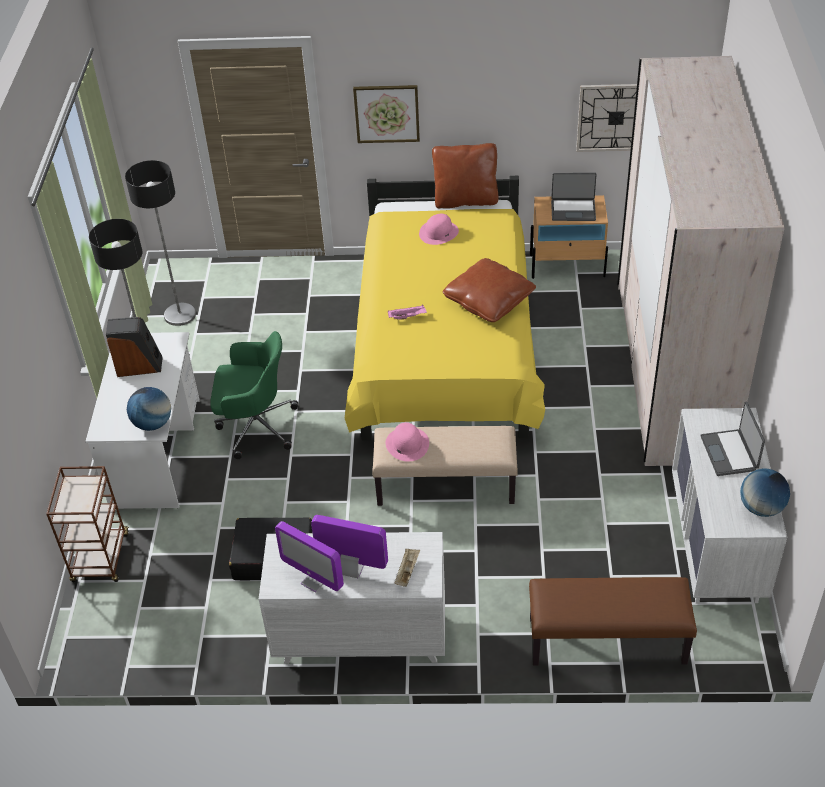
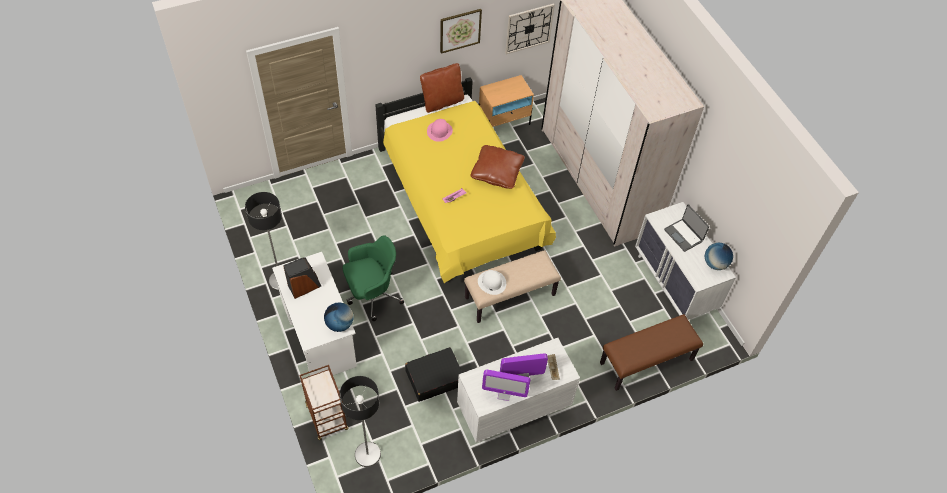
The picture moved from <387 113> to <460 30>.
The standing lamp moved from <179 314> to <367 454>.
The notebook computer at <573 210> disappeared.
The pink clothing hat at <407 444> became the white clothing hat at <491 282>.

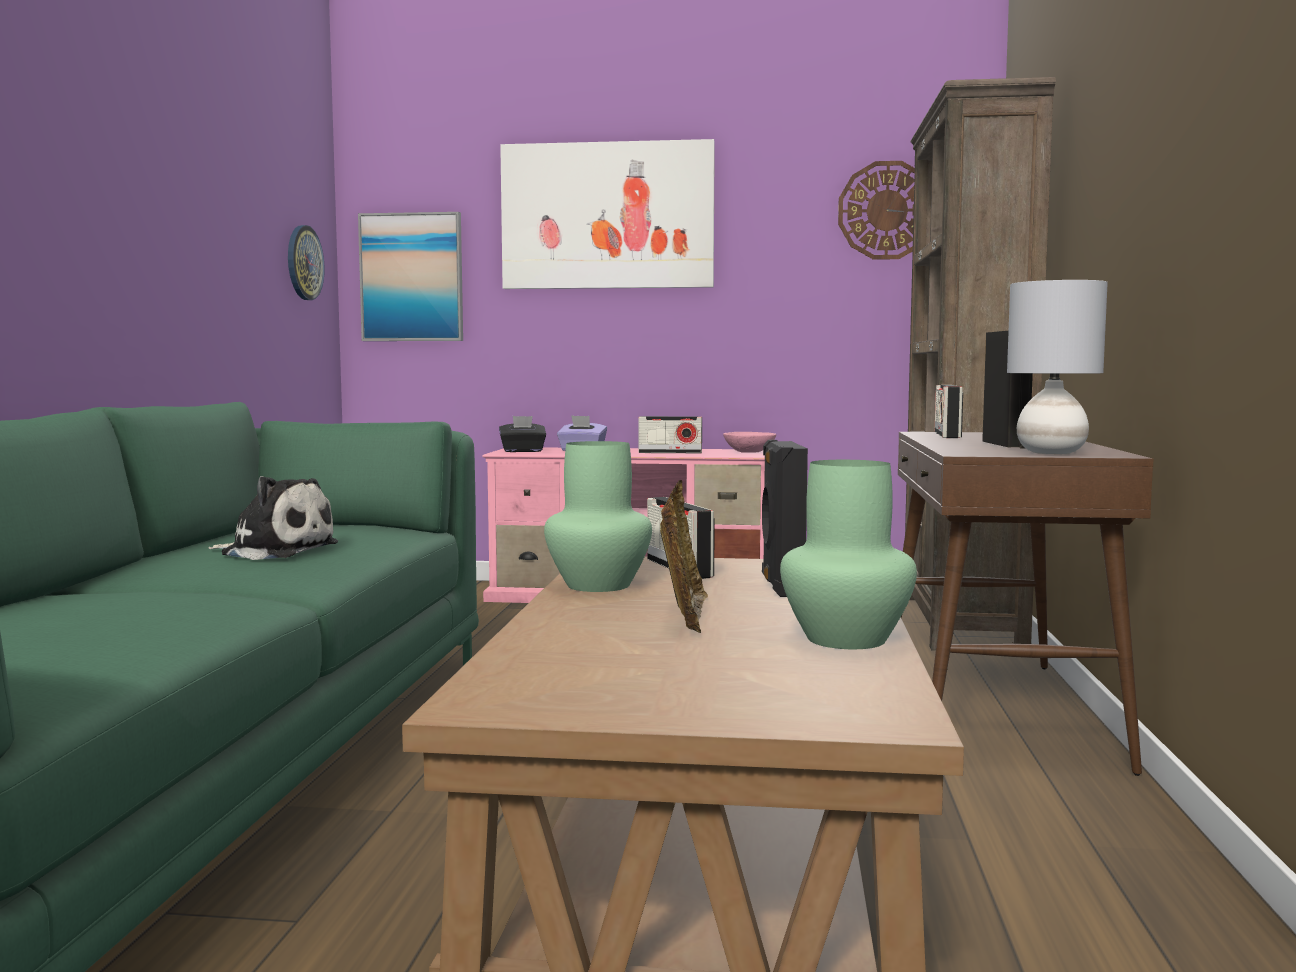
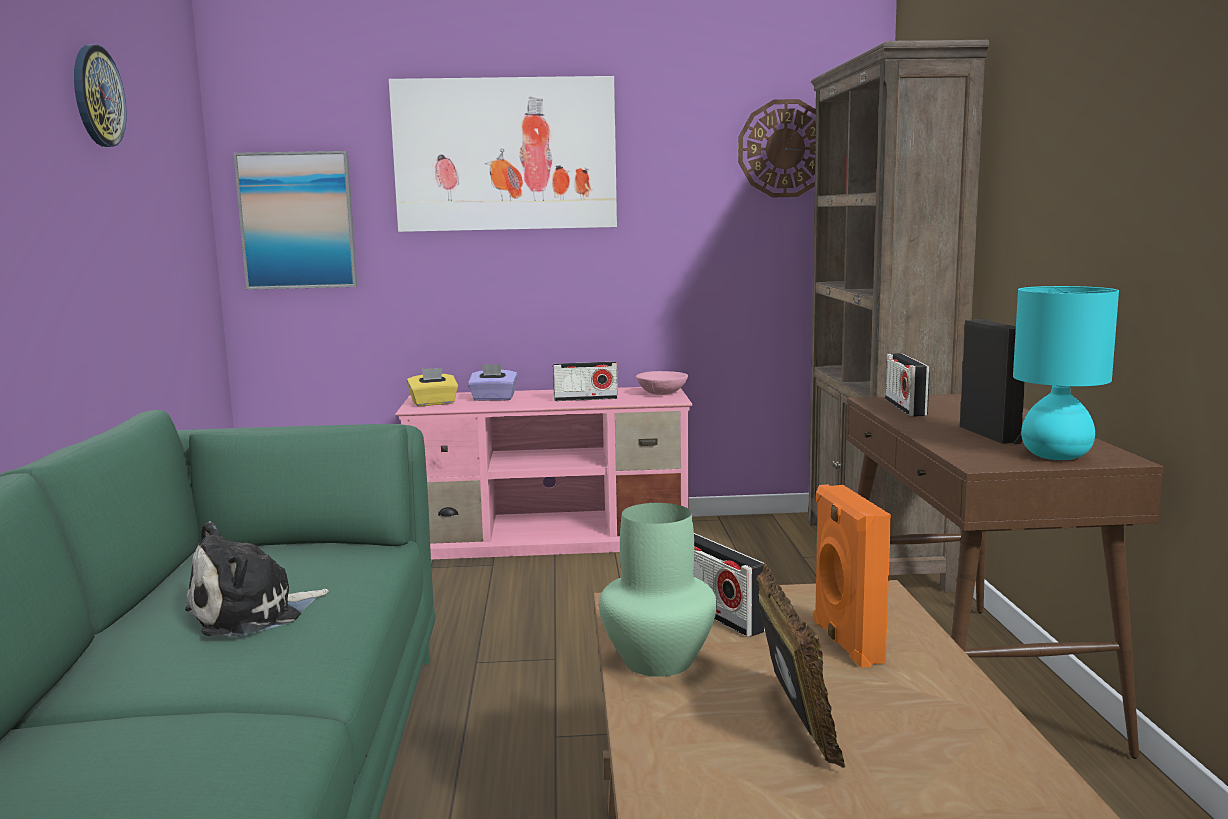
The wall clock moved from <304 263> to <97 96>.
The grey table lamp at <1050 452> became the blue-green table lamp at <1055 455>.
The blackish tissue box at <522 451> became the yellowish tissue box at <433 403>.
The blackish audio speaker at <780 585> became the orangey audio speaker at <845 643>.
The green-coloured vase at <844 639> disappeared.
The cuddly toy at <275 551> turned 135 degrees clockwise.

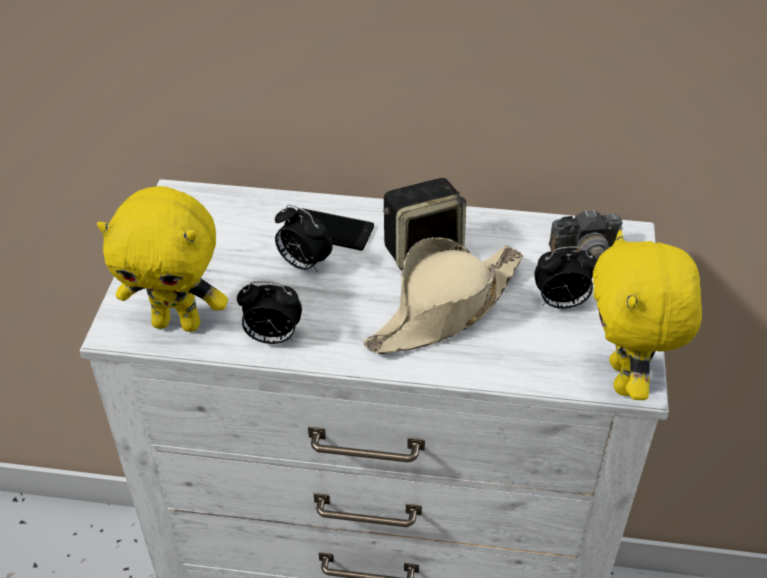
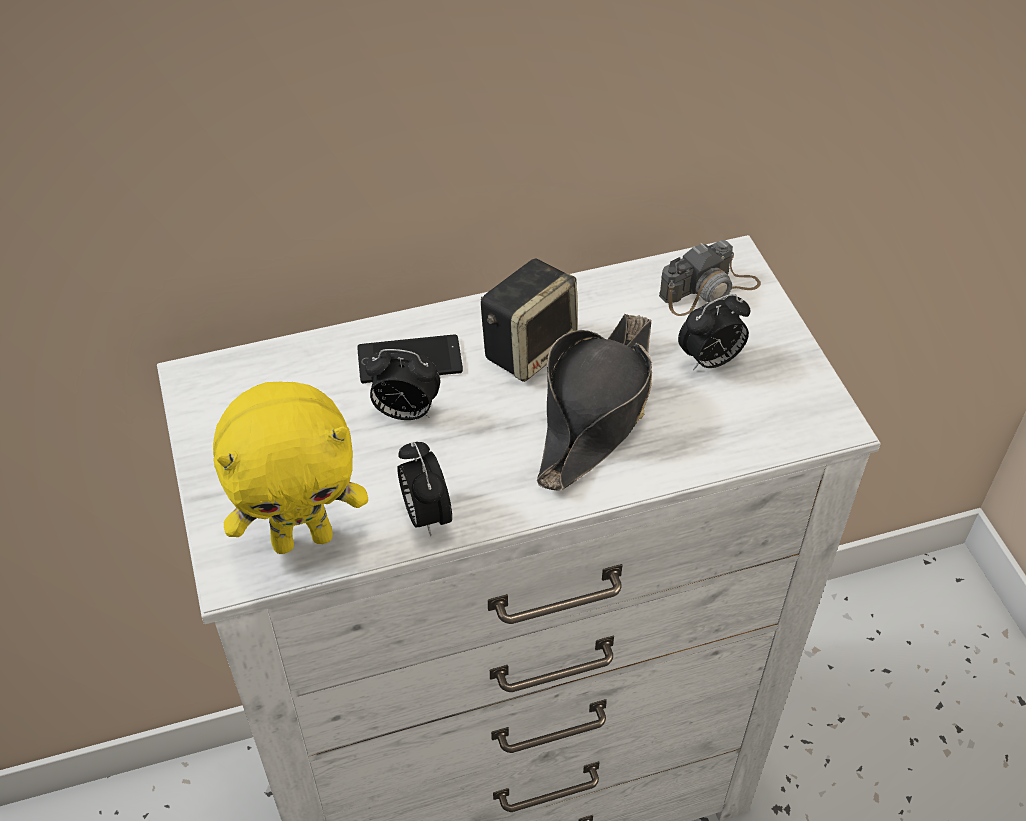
The yellowish cuddly toy at <626 379> disappeared.
The beige-coloured clothing hat at <445 309> became the blackish clothing hat at <595 411>.
The alarm clock at <272 338> turned 90 degrees clockwise.

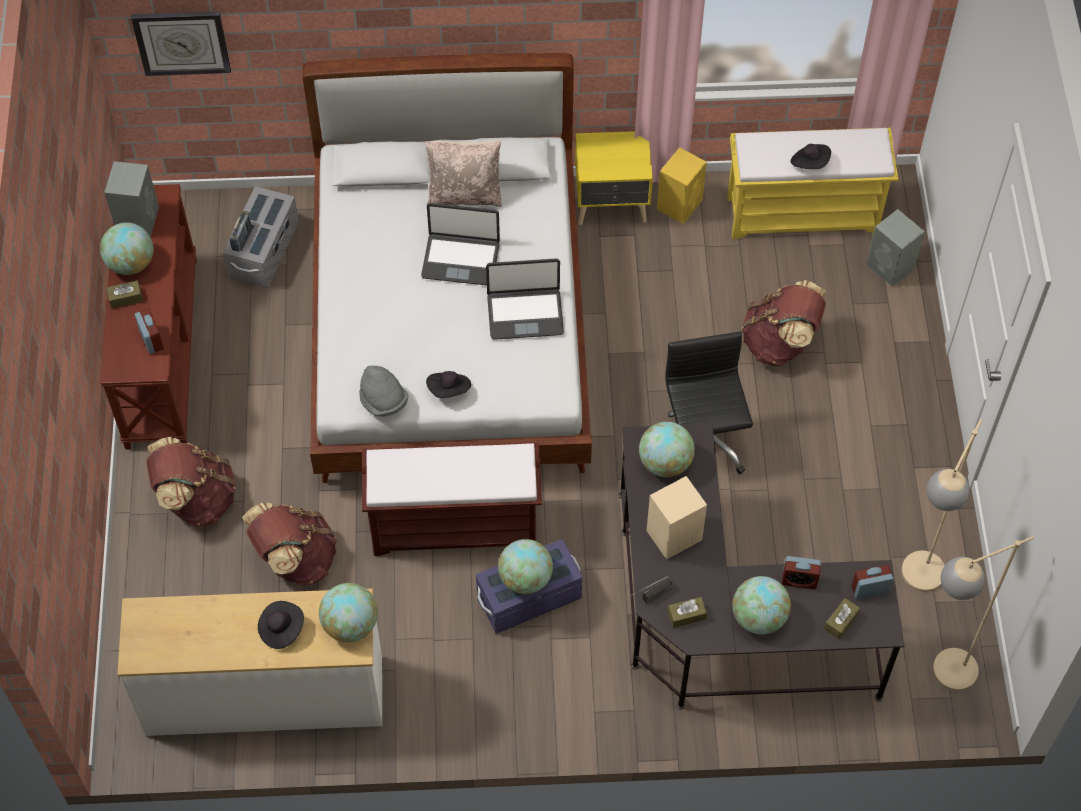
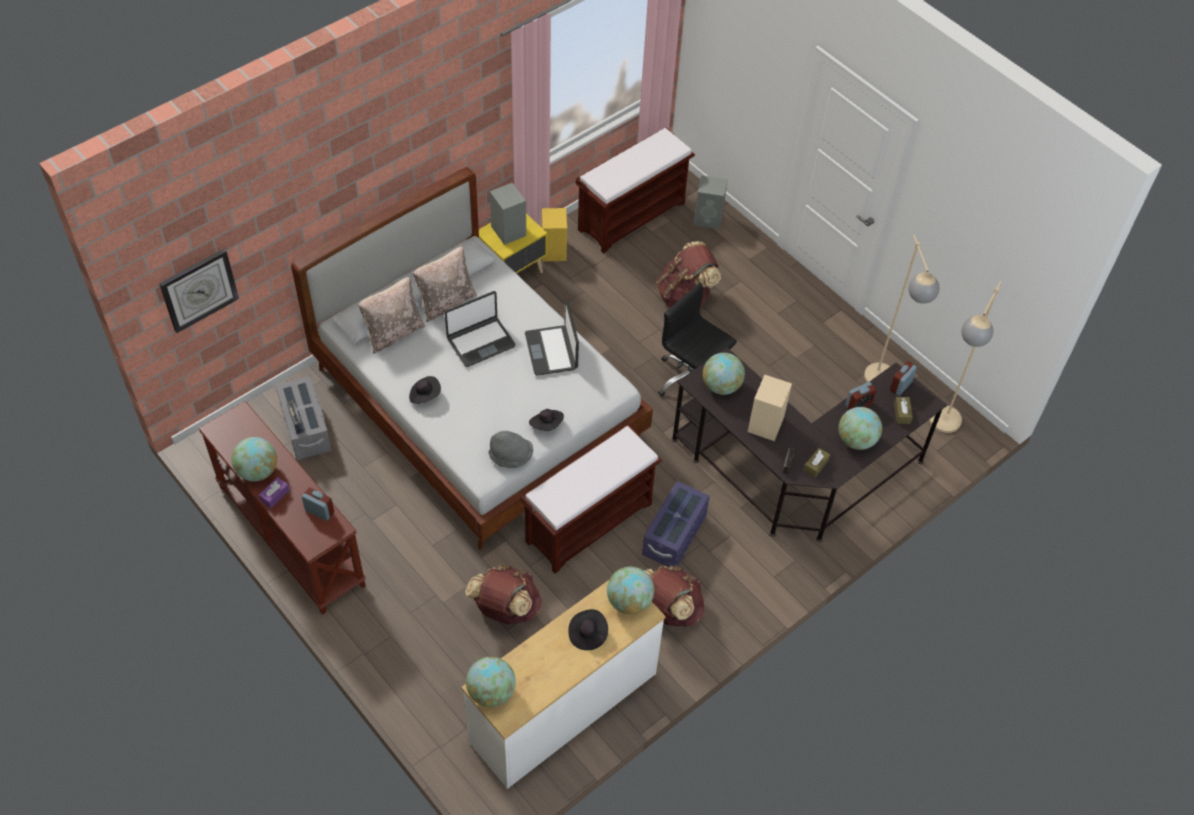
The yellowish bench at <804 213> became the brown bench at <632 216>.
The blackish clothing hat moved from <810 163> to <425 395>.
The grey audio speaker moved from <138 219> to <508 230>.
The notebook computer at <525 314> turned 120 degrees clockwise.
The brown tissue box at <125 298> became the purple-coloured tissue box at <275 495>.
The brown rucksack moved from <196 499> to <668 610>.
The globe moved from <525 578> to <491 692>.
The beige-coloured throw pillow at <393 333> appeared.

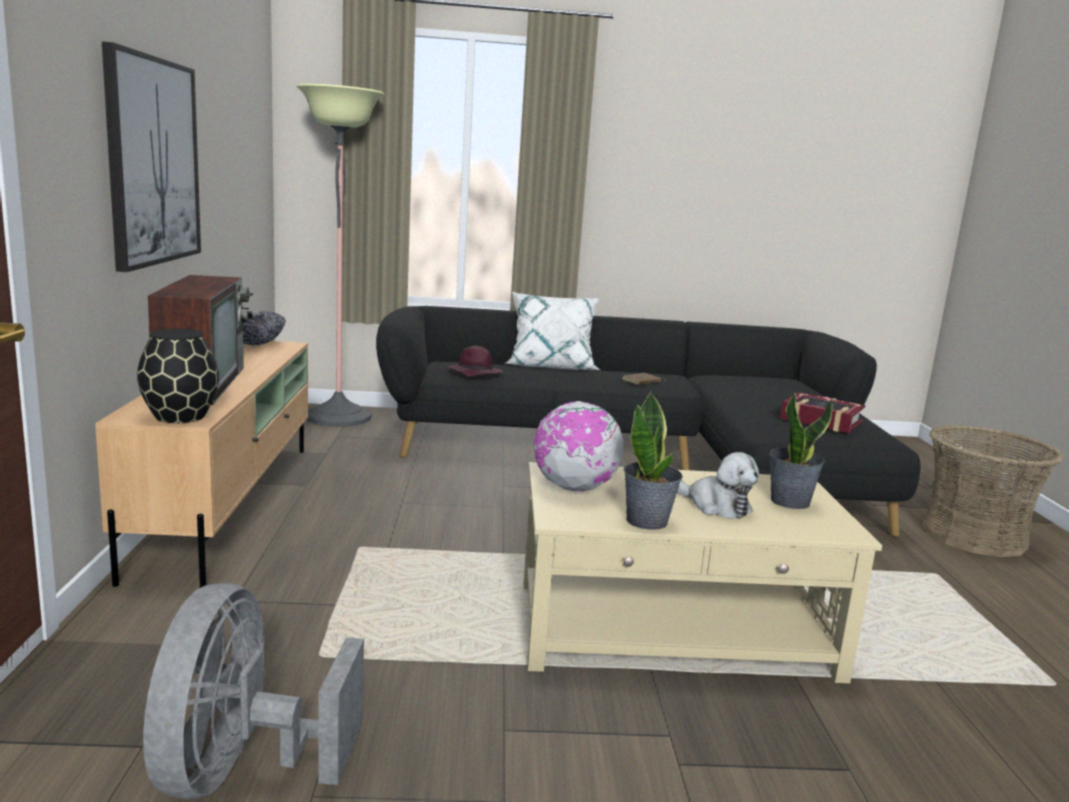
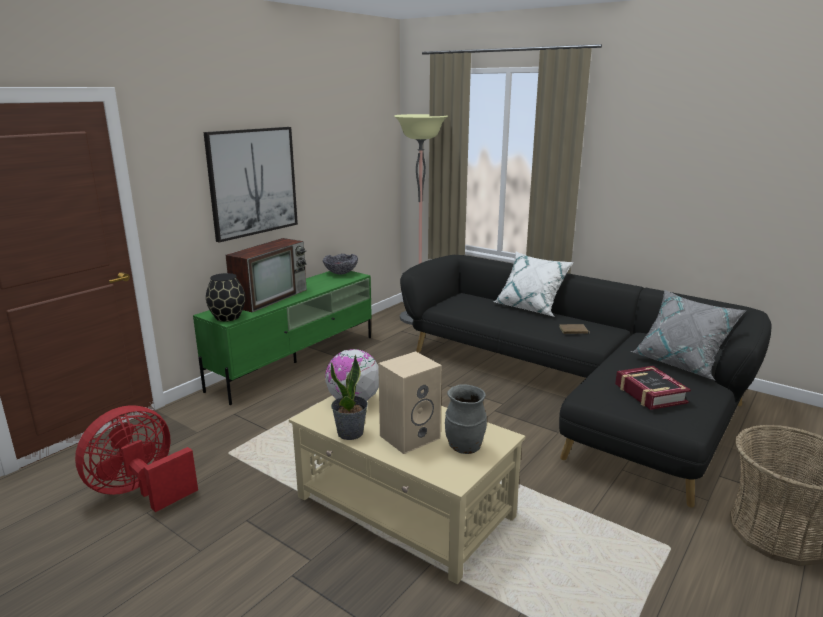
The beige-coloured tv unit at <229 504> became the green-coloured tv unit at <296 362>.
The purple-coloured clothing hat at <474 373> disappeared.
The potted plant at <789 501> was replaced by the grey vase at <465 448>.
The cuddly toy at <716 506> was replaced by the beige-coloured audio speaker at <410 436>.
The grey electric fan at <242 770> became the reddish electric fan at <141 491>.
The grey throw pillow at <680 363> appeared.

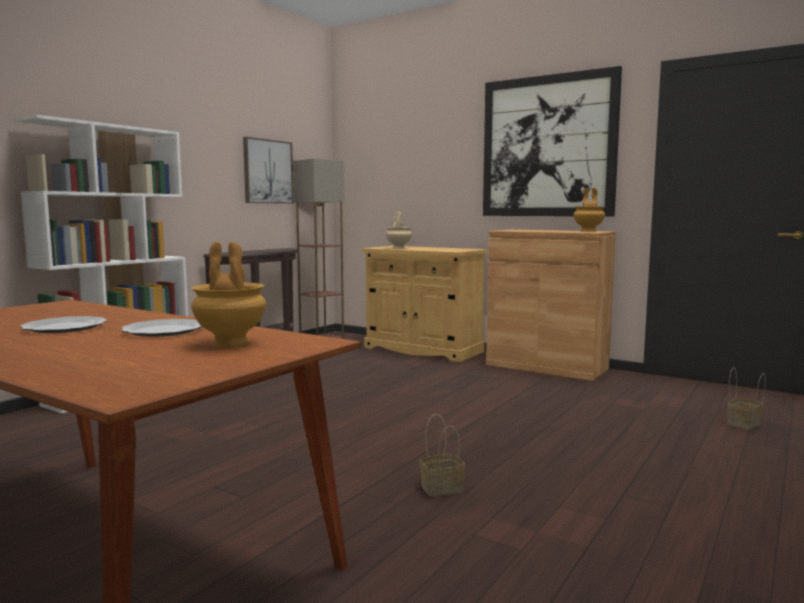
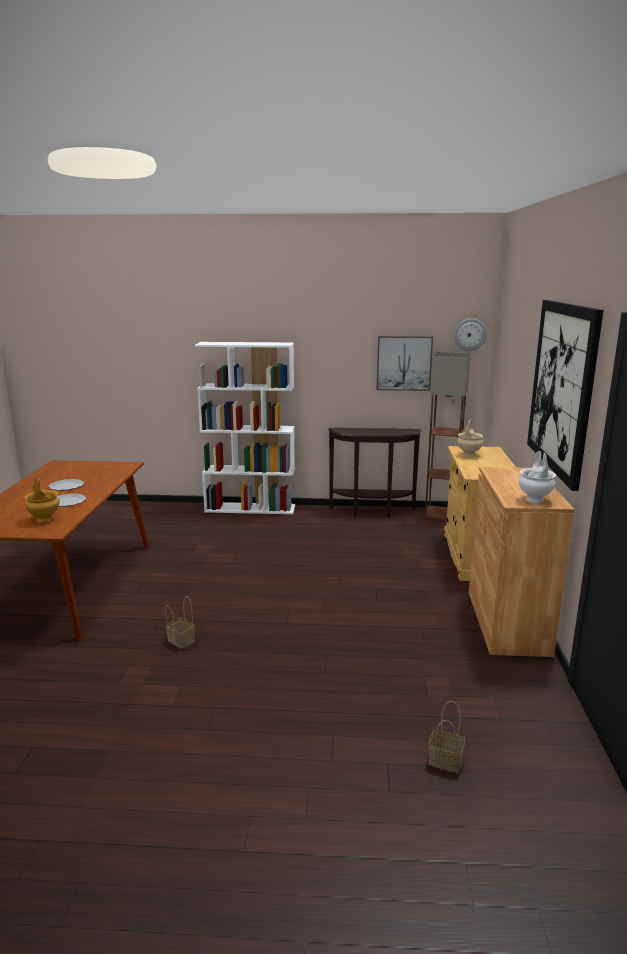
The brown vase at <588 231> became the white vase at <535 500>.
The wall clock at <470 334> appeared.

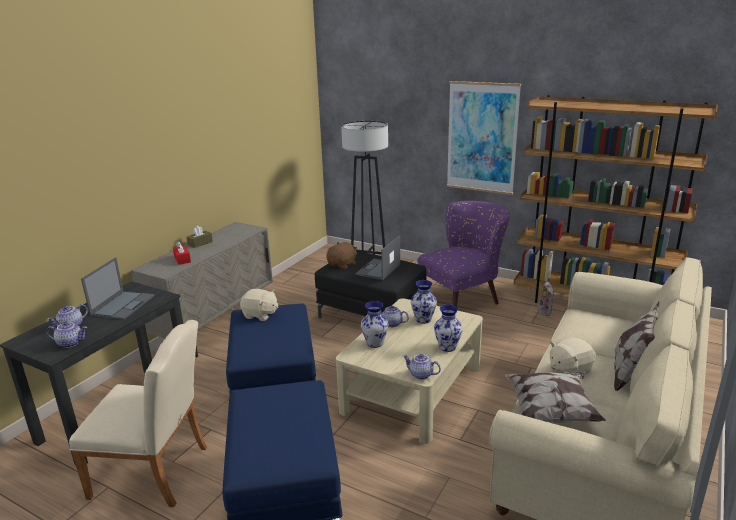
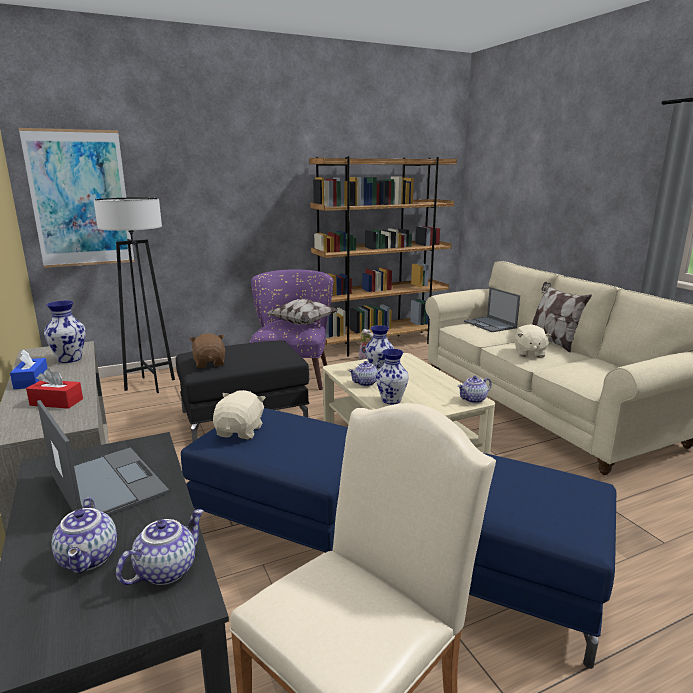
The picture moved from <482 138> to <80 199>.
The brown tissue box at <200 243> became the blue tissue box at <31 381>.
The notebook computer moved from <378 270> to <490 325>.
The beige-coloured cuddly toy at <260 315> turned 45 degrees counterclockwise.
The vase moved from <448 347> to <70 359>.
The throw pillow moved from <551 411> to <302 323>.

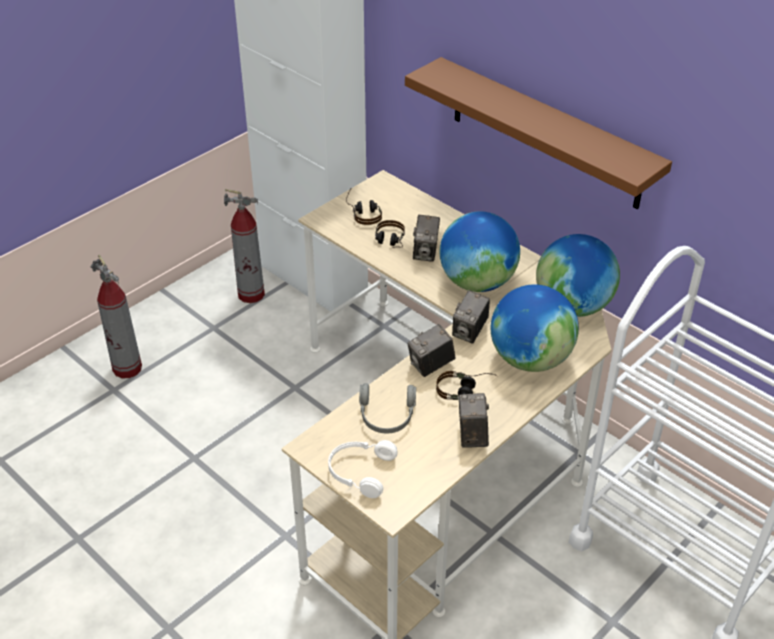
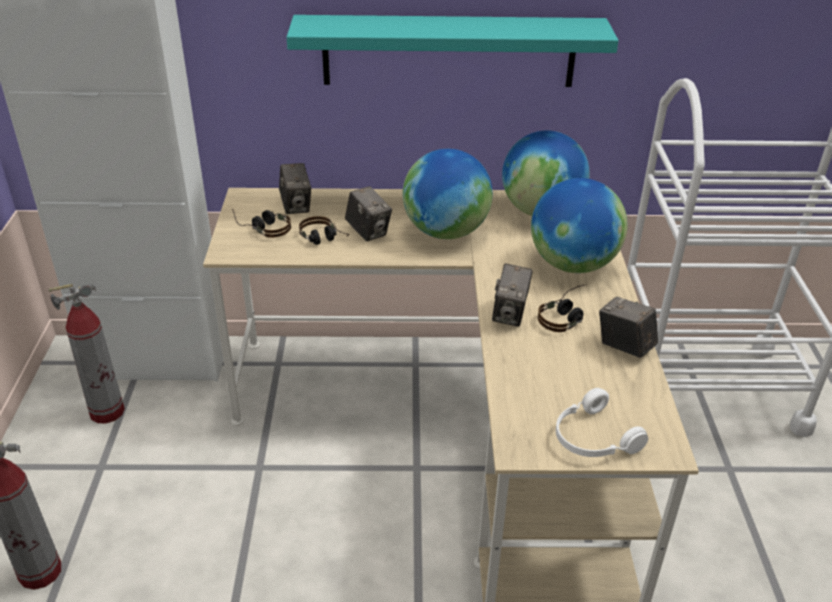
The brown wall shelf at <545 134> became the blue-green wall shelf at <449 51>.
The photo camera moved from <470 332> to <296 206>.
The grey pair of headphones at <386 416> disappeared.

